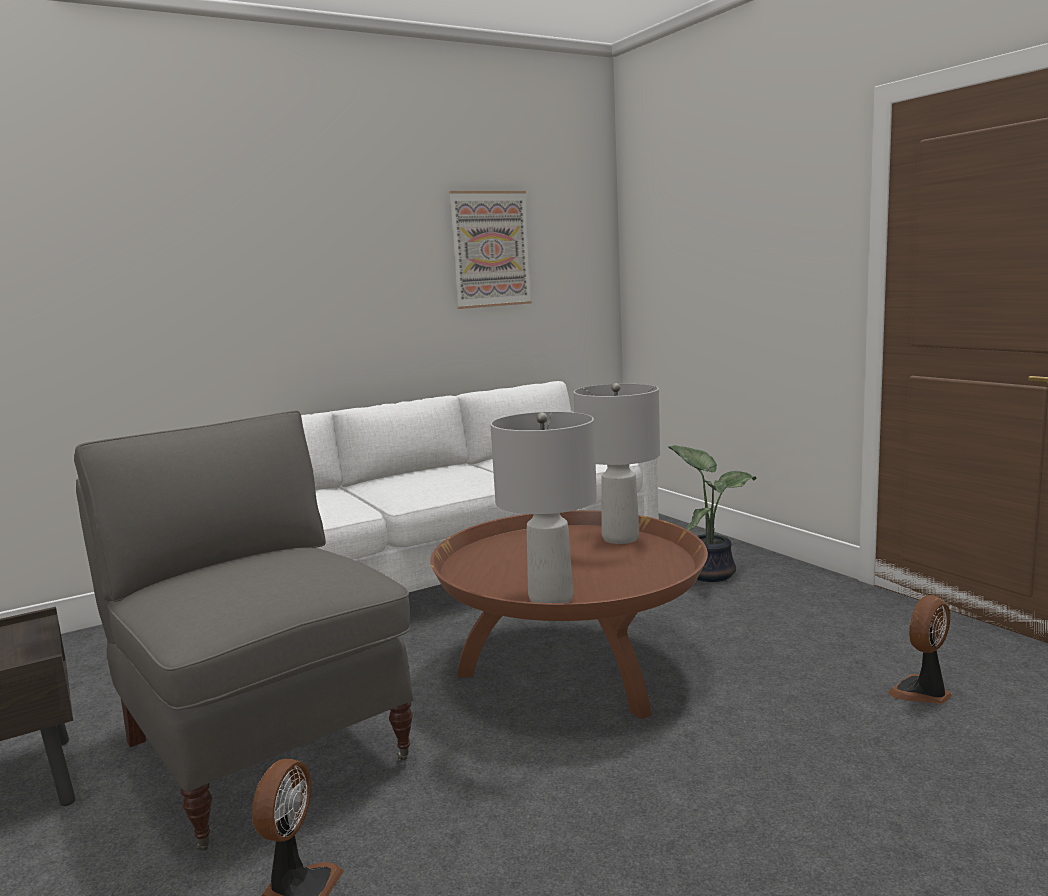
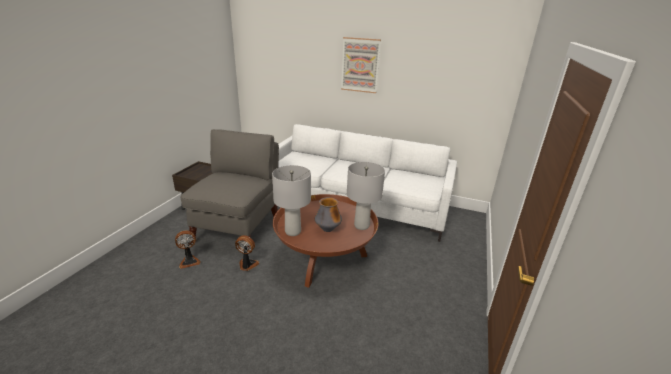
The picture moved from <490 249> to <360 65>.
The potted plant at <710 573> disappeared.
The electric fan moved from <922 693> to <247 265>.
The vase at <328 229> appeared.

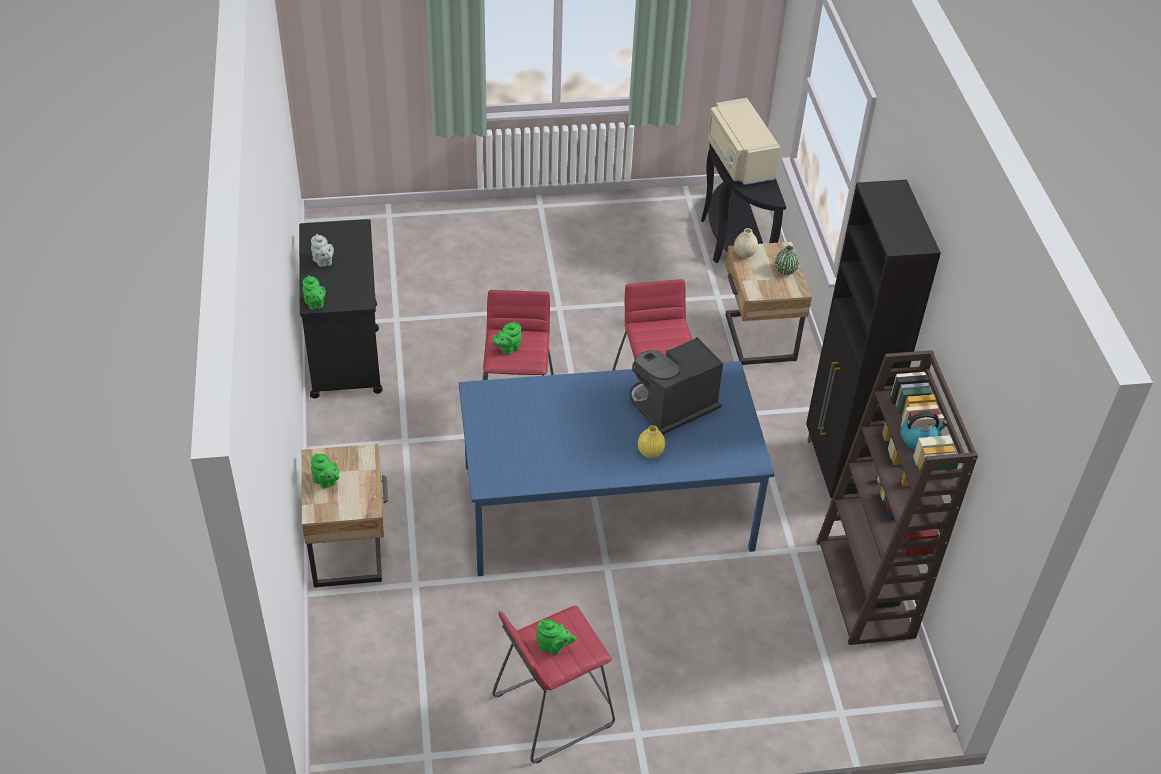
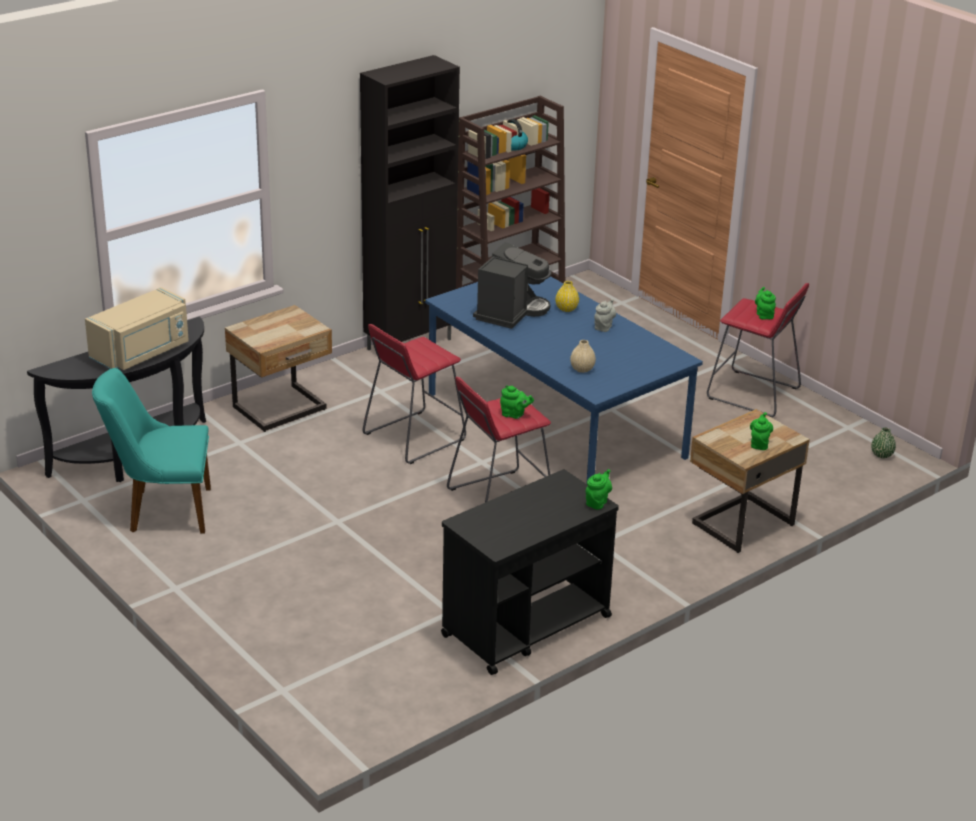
The beige-coloured vase moved from <744 253> to <582 369>.
The grey pot for tea moved from <323 262> to <604 327>.
The green-coloured vase moved from <785 270> to <882 455>.
The coffee maker at <672 407> turned 90 degrees counterclockwise.
The blue-green chair at <161 510> appeared.

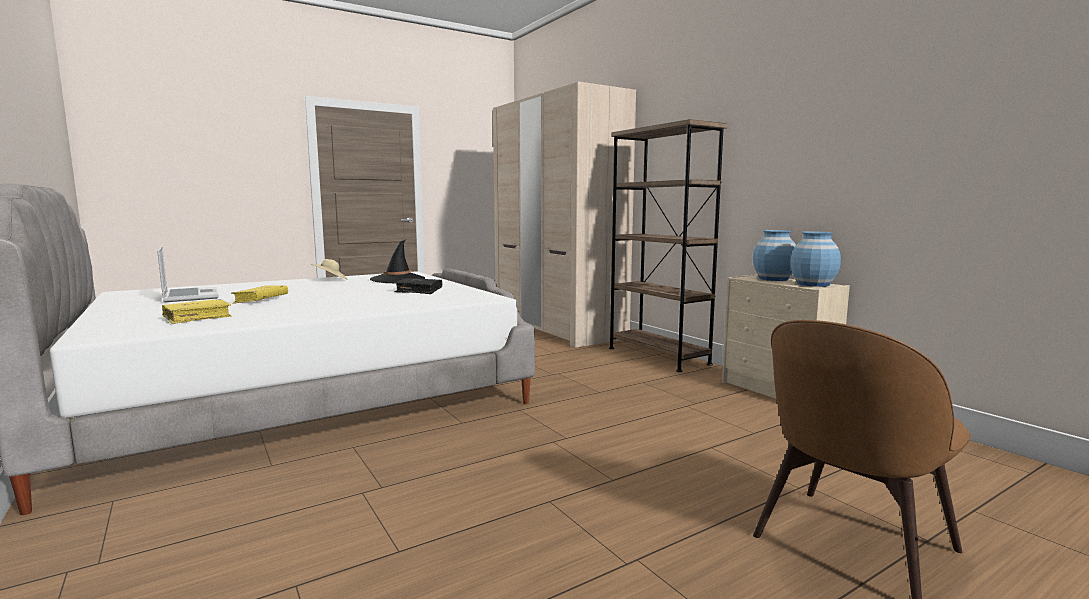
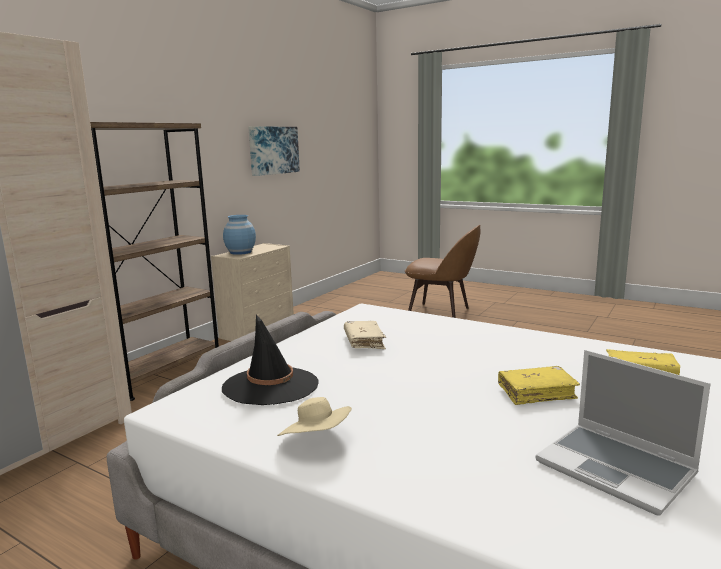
The blue vase at <813 284> disappeared.
The notebook computer at <190 296> turned 75 degrees counterclockwise.
The blackish book at <419 291> became the beige-coloured book at <364 342>.
The picture at <273 150> appeared.

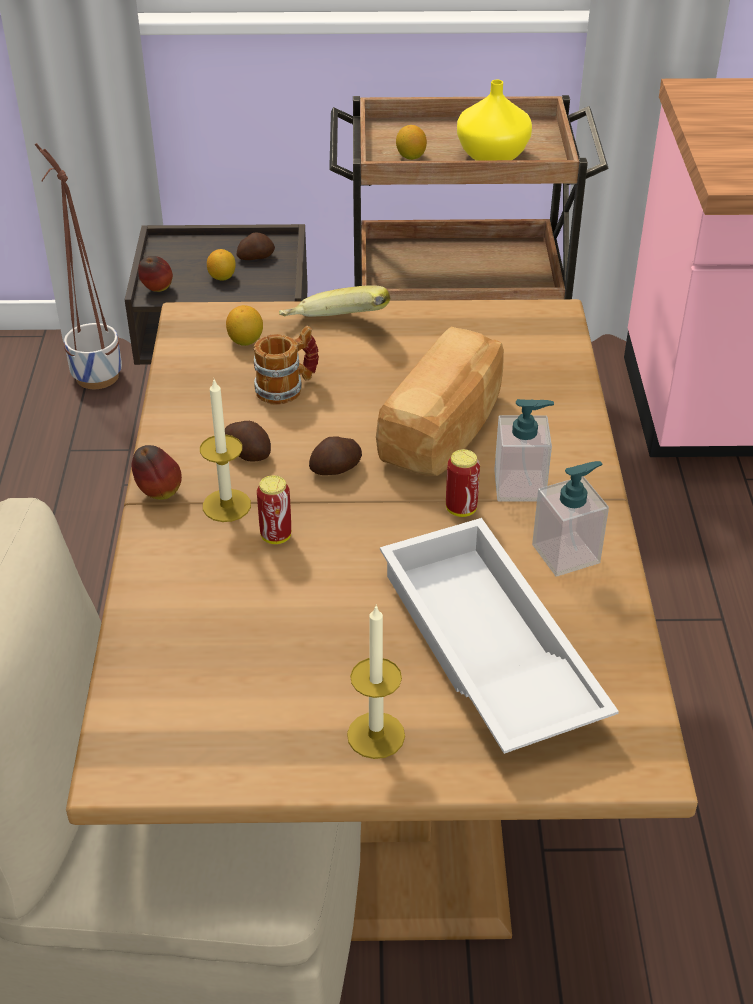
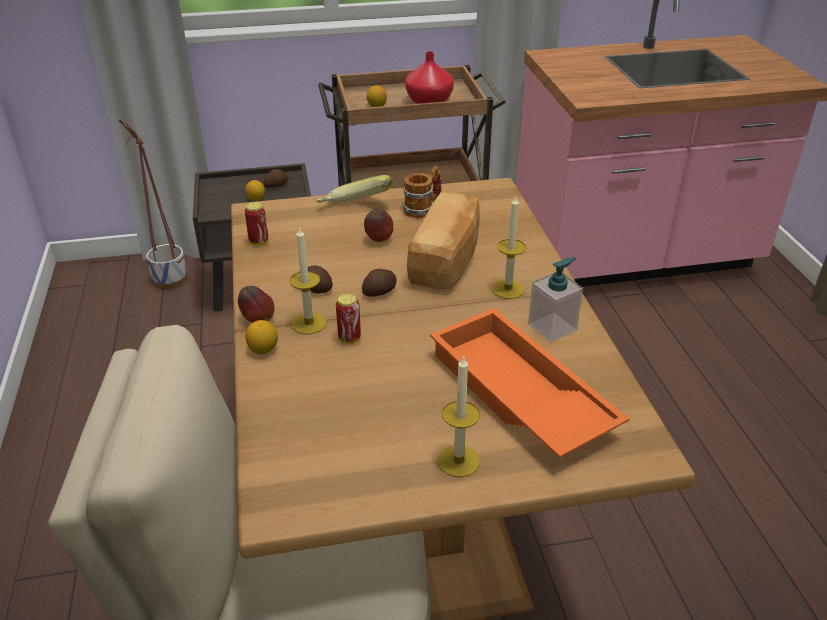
The yellowish vase at <492 155> became the reddish vase at <429 102>.
The whole apple moved from <157 290> to <379 240>.
The whole lemon moved from <245 341> to <263 350>.
The mug moved from <287 388> to <423 209>.
The soap dispenser at <520 486> was replaced by the wax light at <508 289>.
The sealed can moved from <461 509> to <259 242>.
The white carrying tray at <484 650> became the orangey carrying tray at <517 394>.

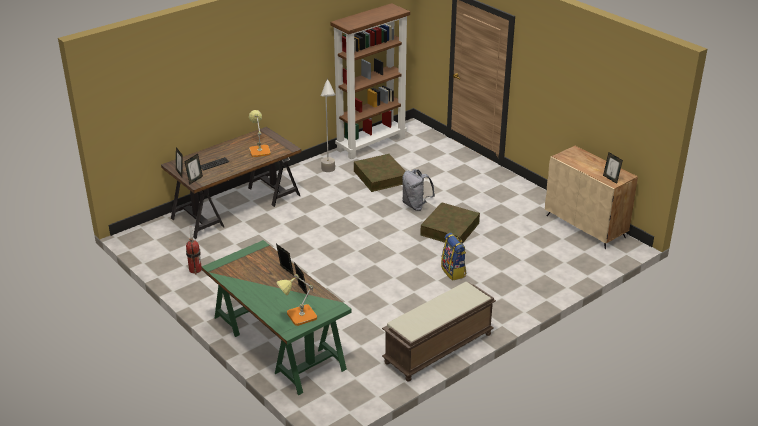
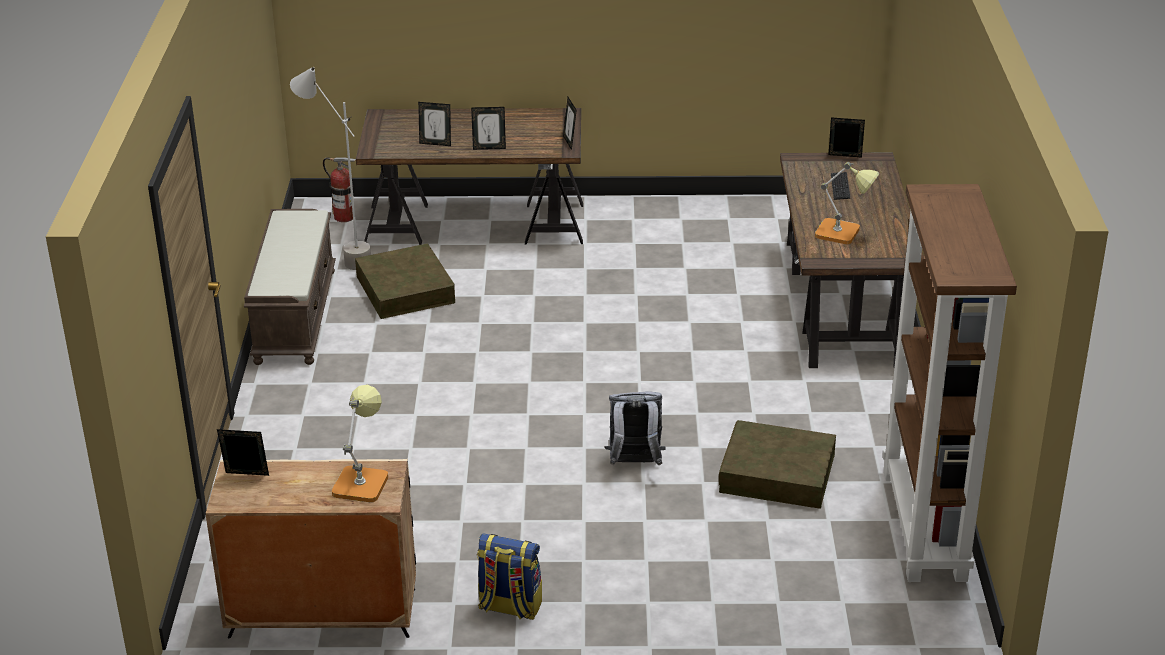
The grey standing lamp moved from <329 174> to <340 257>.
The picture frame moved from <195 180> to <569 142>.
The brown storage bin moved from <450 229> to <405 289>.
The fire extinguisher moved from <195 269> to <344 217>.
The rucksack moved from <453 272> to <509 607>.
The green-coloured desk table at <277 343> became the brown desk table at <475 223>.
The table lamp moved from <298 317> to <362 480>.

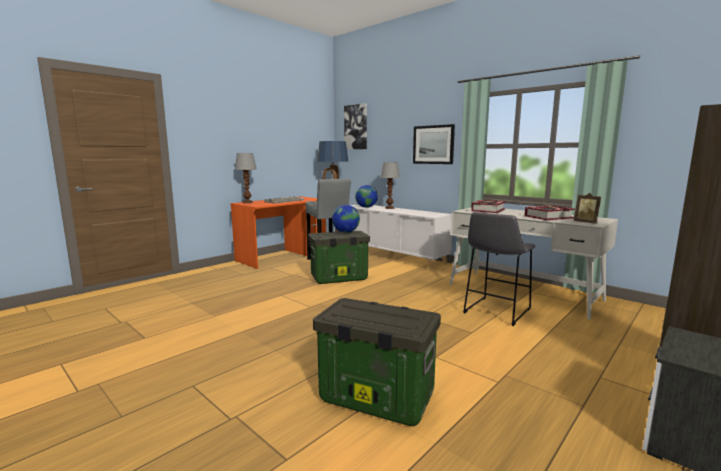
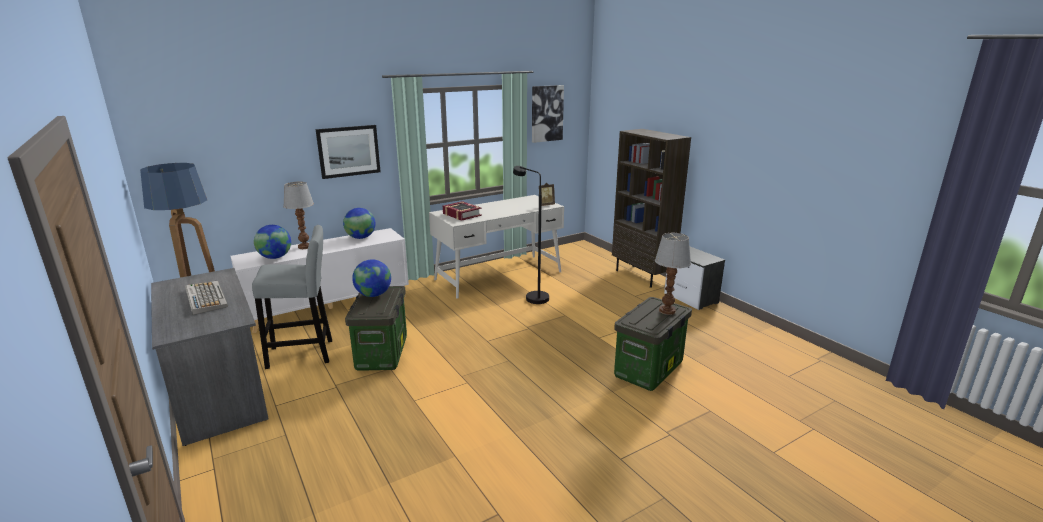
The picture moved from <356 127> to <546 113>.
The table lamp moved from <248 202> to <667 310>.
The orangey desk table at <282 256> became the grey desk table at <219 391>.
The book at <548 217> disappeared.
The grey stool at <495 312> was replaced by the blackish standing lamp at <532 297>.
The globe at <361 238> appeared.

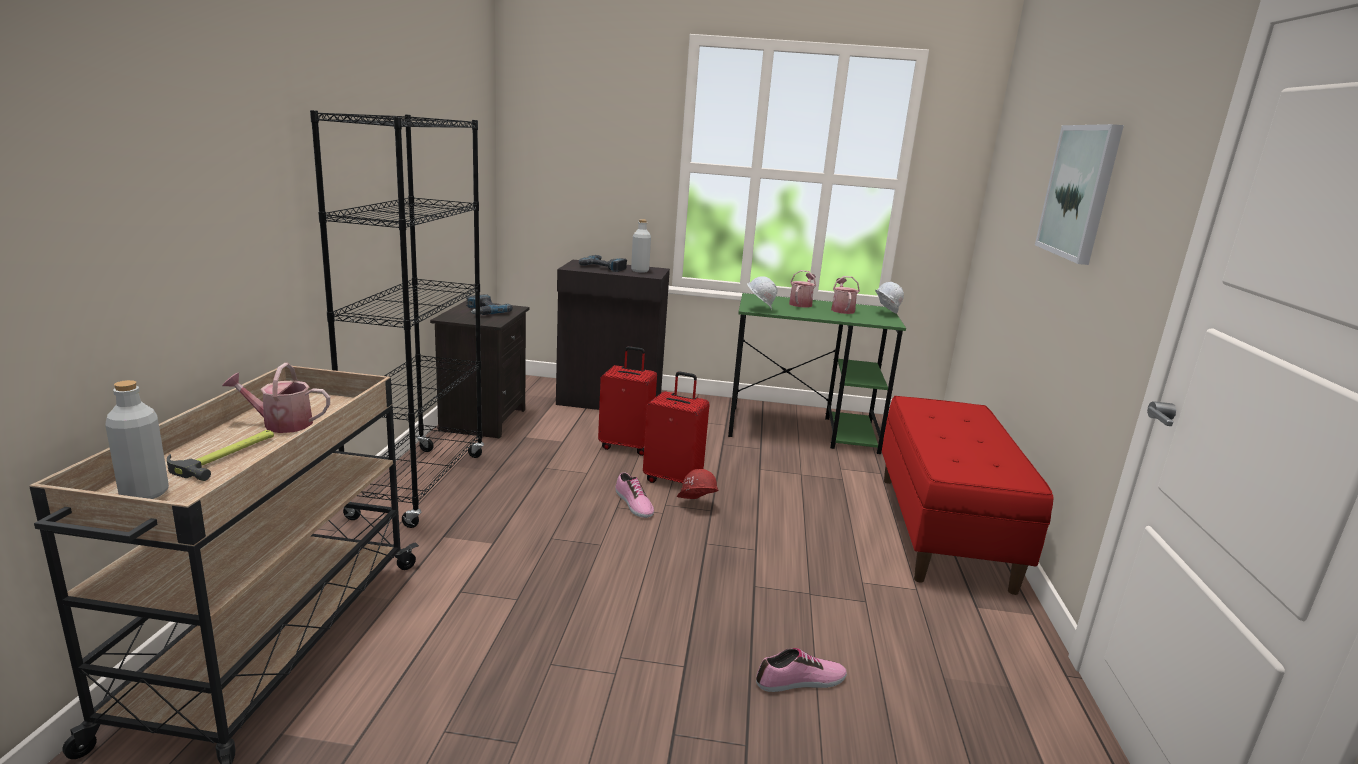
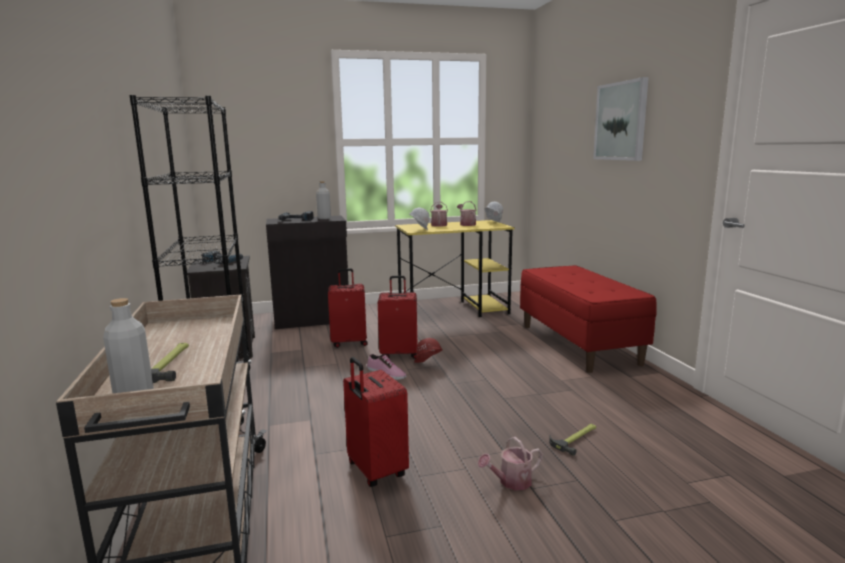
The green-coloured desk table at <804 430> became the yellowish desk table at <454 310>.
The watering can moved from <281 424> to <511 482>.
The low shoe at <801 681> was replaced by the hand hammer at <576 439>.
The reddish suitcase at <375 471> appeared.

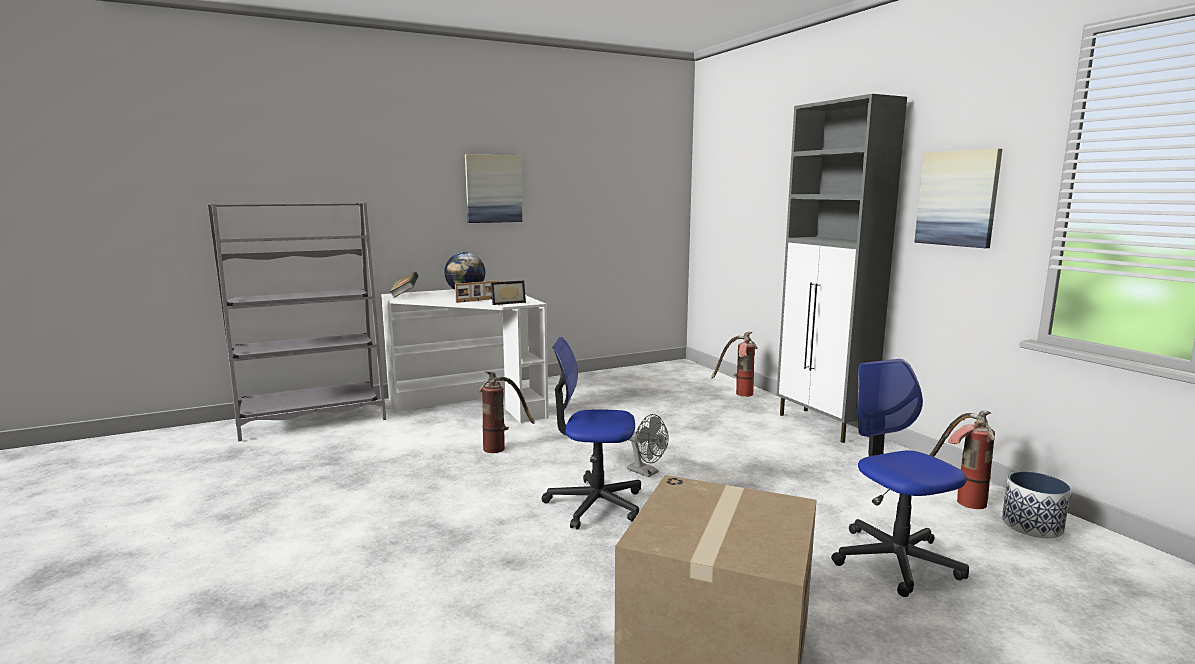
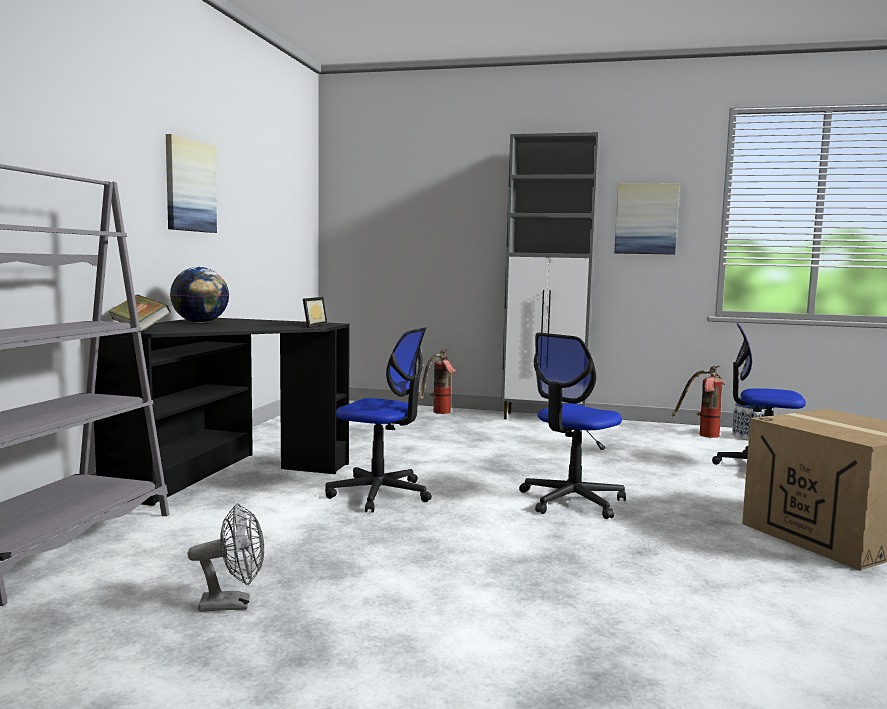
The picture frame at <478 300> disappeared.
The white desk table at <471 404> became the blackish desk table at <228 475>.
The fire extinguisher at <502 446> was replaced by the office chair at <380 494>.
The grey electric fan moved from <646 472> to <233 604>.

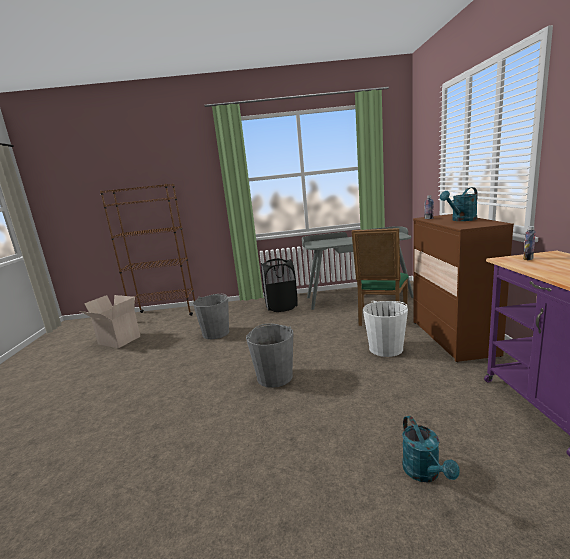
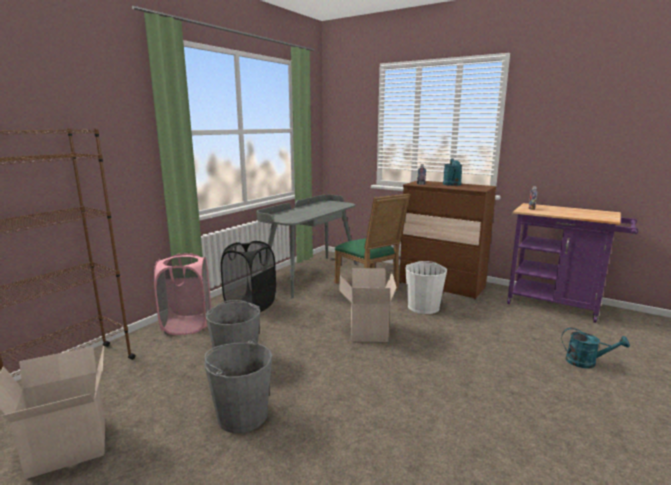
The grey water bucket moved from <275 377> to <242 415>.
The pink hamper at <187 325> appeared.
The packing box at <367 331> appeared.

